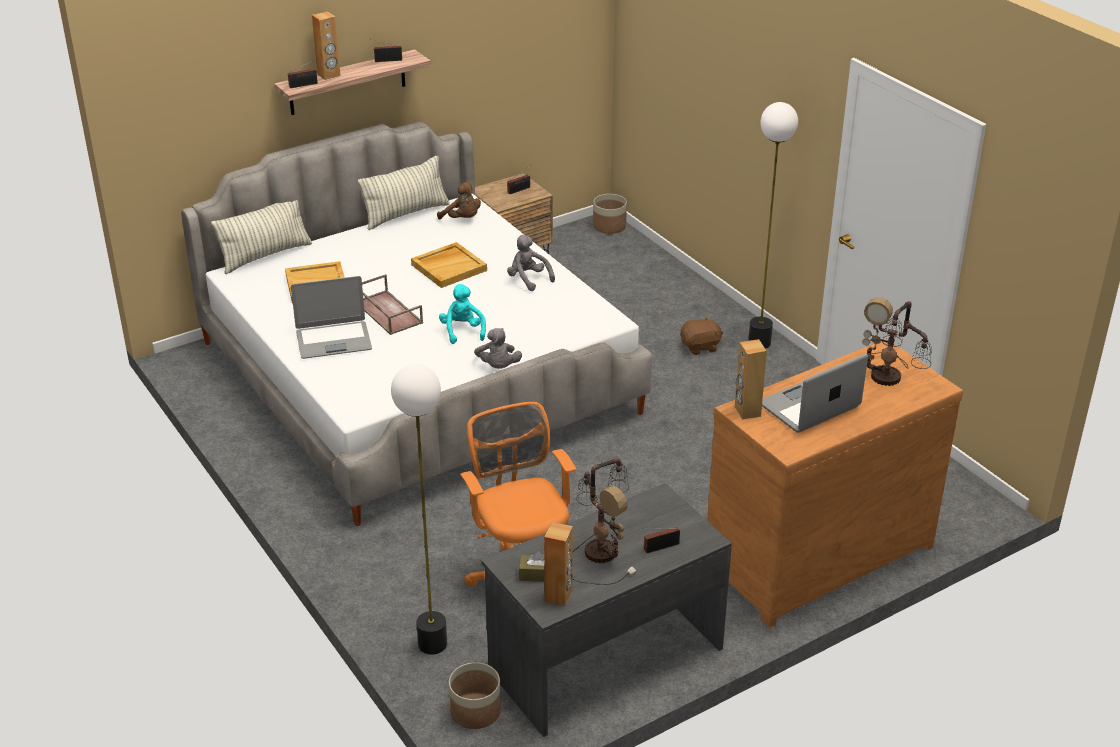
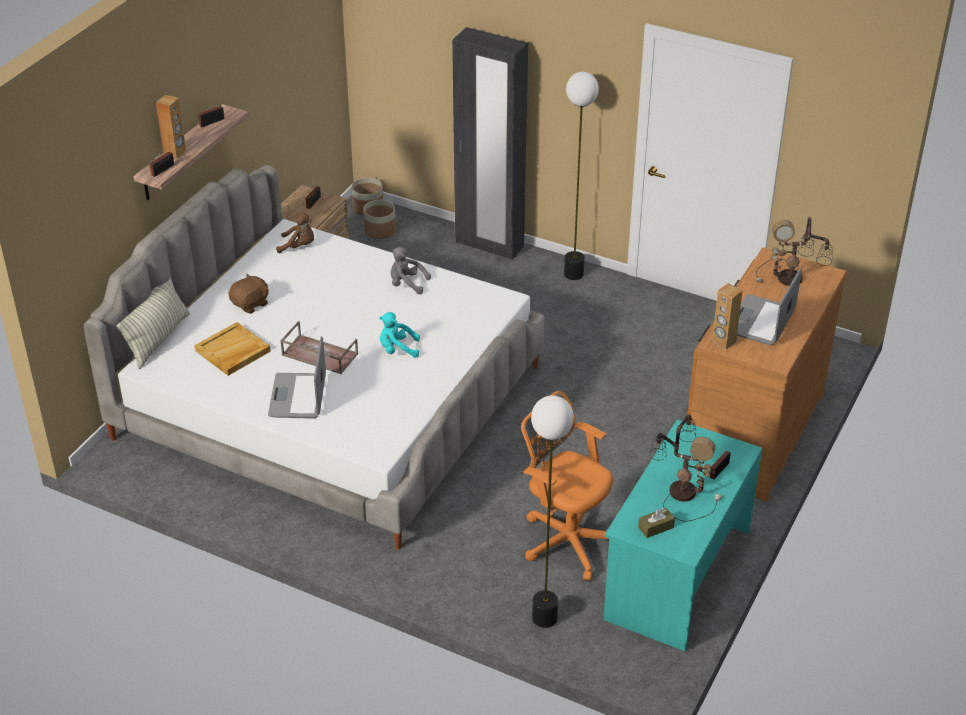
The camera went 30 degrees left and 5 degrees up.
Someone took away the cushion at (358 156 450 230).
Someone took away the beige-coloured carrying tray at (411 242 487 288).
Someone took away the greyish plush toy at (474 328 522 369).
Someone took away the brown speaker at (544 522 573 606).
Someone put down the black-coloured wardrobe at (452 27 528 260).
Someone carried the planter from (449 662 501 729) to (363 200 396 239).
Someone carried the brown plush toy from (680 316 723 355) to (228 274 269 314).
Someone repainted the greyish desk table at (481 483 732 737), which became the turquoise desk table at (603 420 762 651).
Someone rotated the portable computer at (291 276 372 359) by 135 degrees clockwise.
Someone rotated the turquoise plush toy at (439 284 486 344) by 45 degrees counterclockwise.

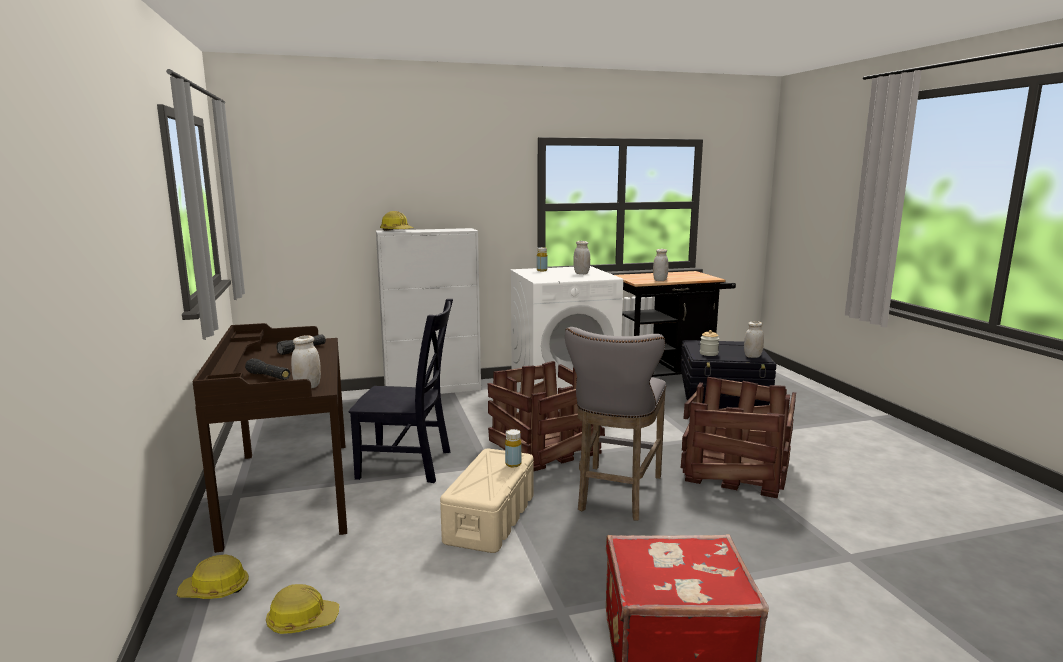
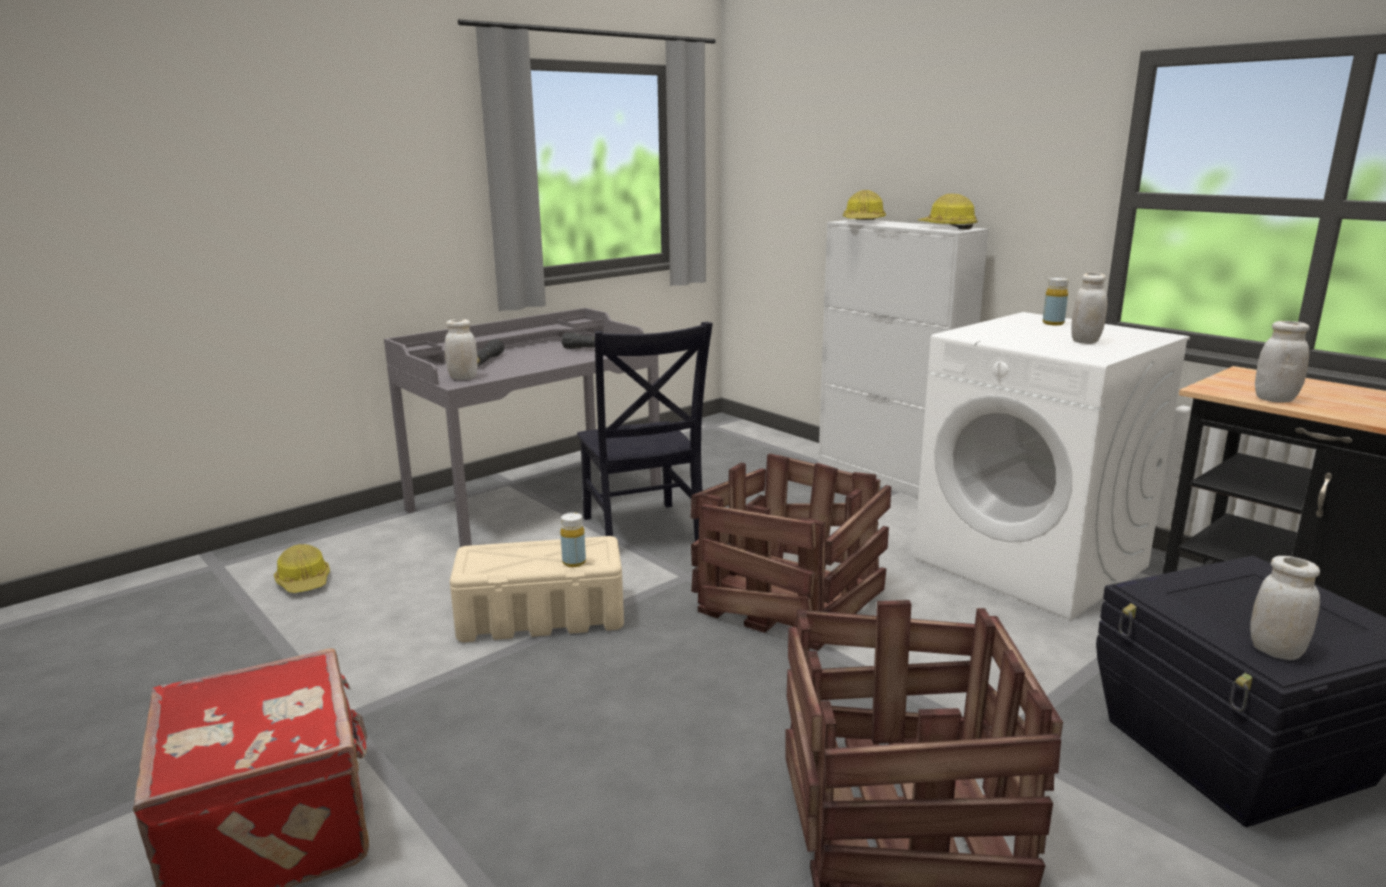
The camera went 65 degrees right and 5 degrees up.
Someone took away the greyish stool seat at (565 327 666 520).
Someone took away the storage jar at (700 330 719 356).
Someone carried the safety helmet from (177 555 249 599) to (918 194 978 230).
Someone repainted the brown desk table at (192 323 347 553), which became the greyish desk table at (384 308 661 547).

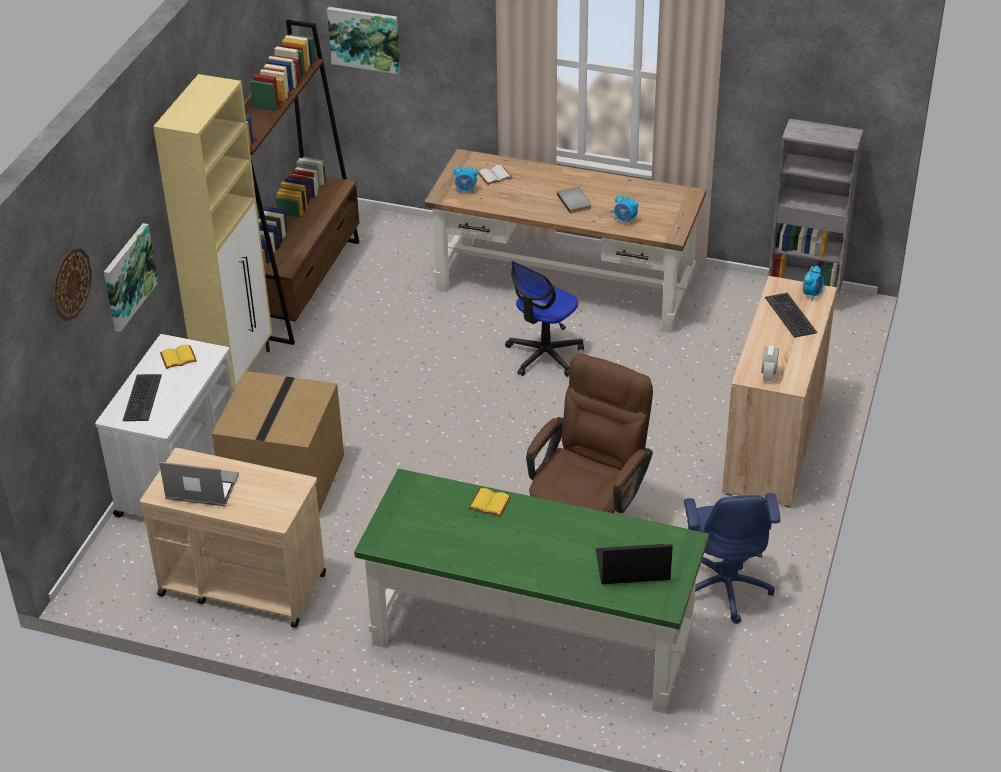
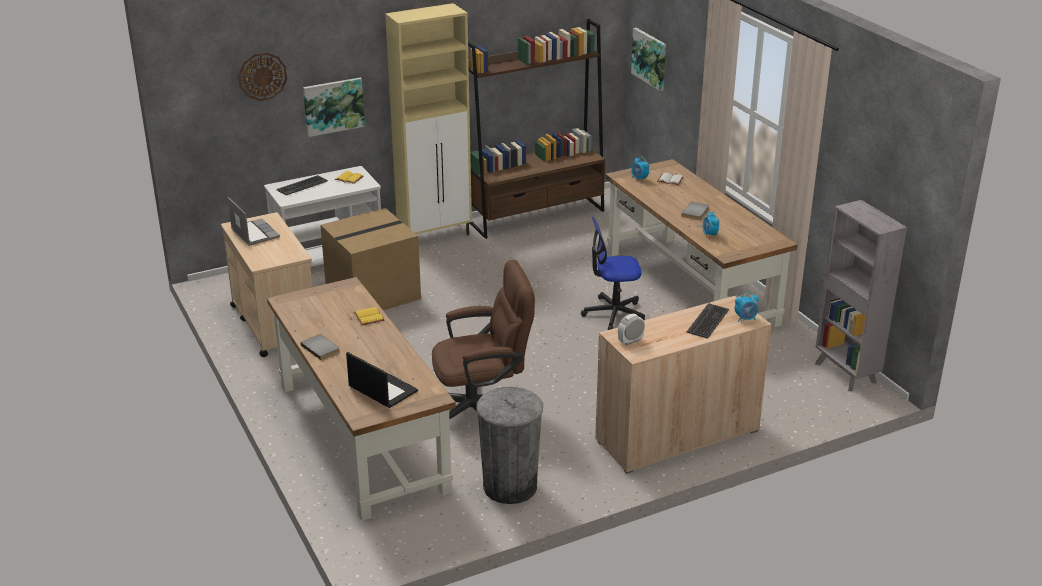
The camera went 45 degrees right and 10 degrees down.
Someone put down the greyish book at (301 334 340 360).
Someone swapped the blue desk chair at (684 493 781 624) for the greyish trash can at (476 386 543 504).
Someone repainted the green-coloured desk table at (354 469 709 713), which became the brown desk table at (267 277 456 521).

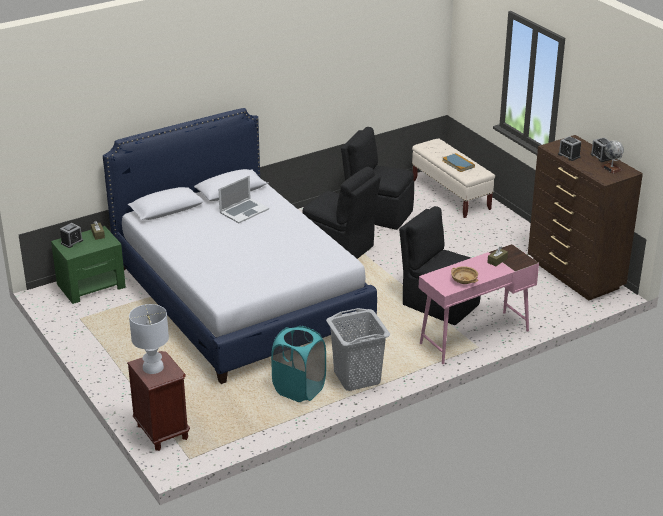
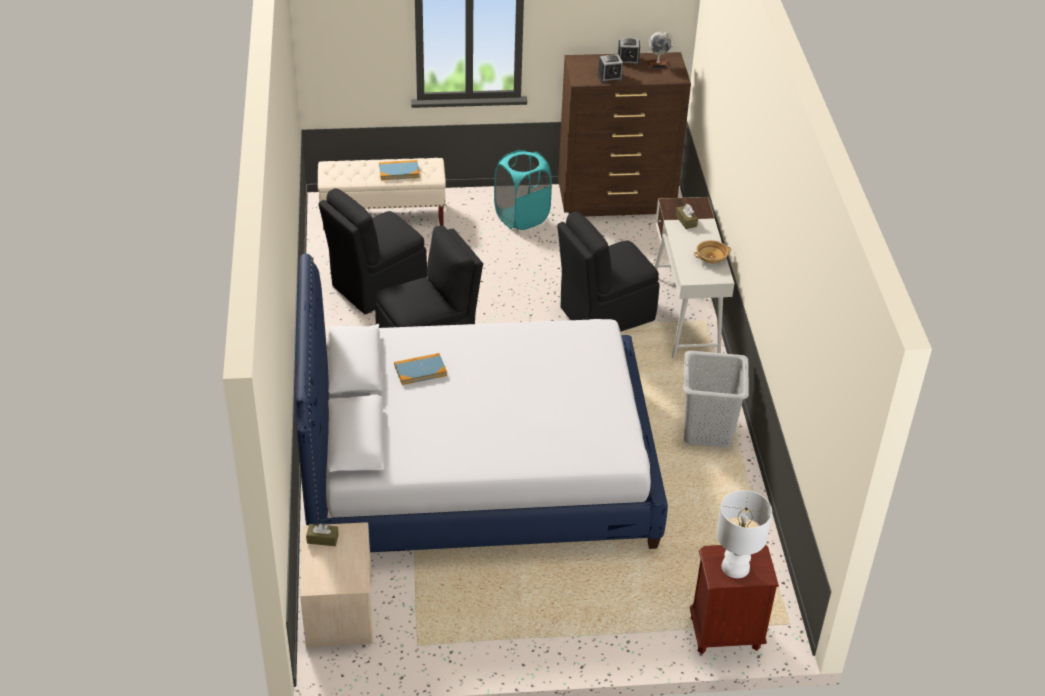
The camera went 65 degrees left and 10 degrees up.
Someone took away the alarm clock at (60 223 83 248).
Someone carried the turquoise hamper from (271 326 326 402) to (494 150 552 230).
Someone swapped the portable computer at (219 175 269 223) for the book at (394 353 447 385).
Someone repainted the green-coloured nightstand at (51 226 126 304), which became the beige-coloured nightstand at (300 522 373 648).
Someone repainted the pinkish desk table at (419 244 539 364), which became the white desk table at (654 197 734 359).

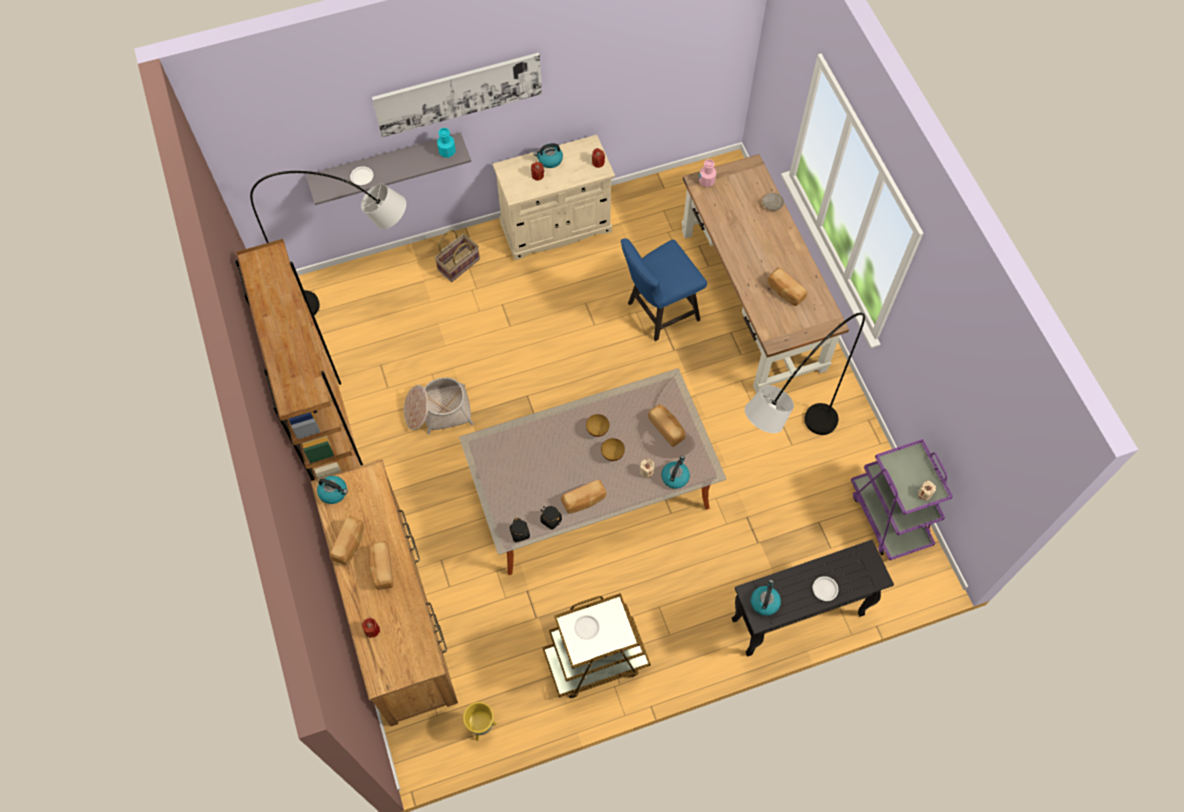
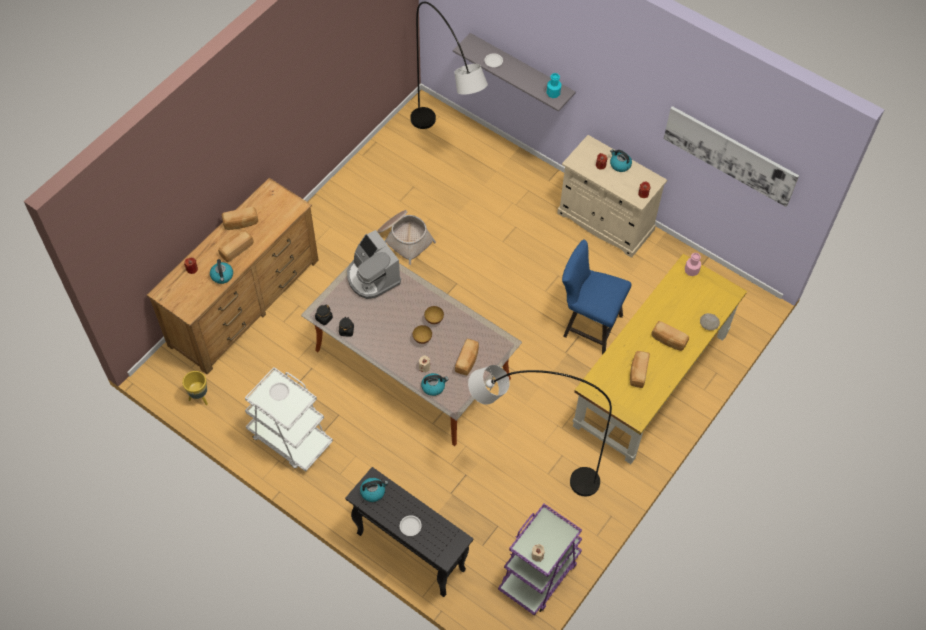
The camera went 55 degrees right and 5 degrees down.
Someone took away the brown bookcase at (235 239 363 481).
Someone took away the household basket at (434 230 480 282).
Someone put down the coffee machine at (347 230 401 299).
Someone carried the water kettle from (317 476 348 504) to (210 259 233 284).
Someone carried the wall picture from (372 52 542 138) to (664 106 799 207).
Someone carried the baked bread from (561 480 607 514) to (651 321 689 351).
Someone repainted the brown cart at (543 593 651 698), which became the white cart at (245 367 333 472).
Someone repainted the brown desk table at (682 154 849 394), which became the yellow desk table at (573 254 747 464).

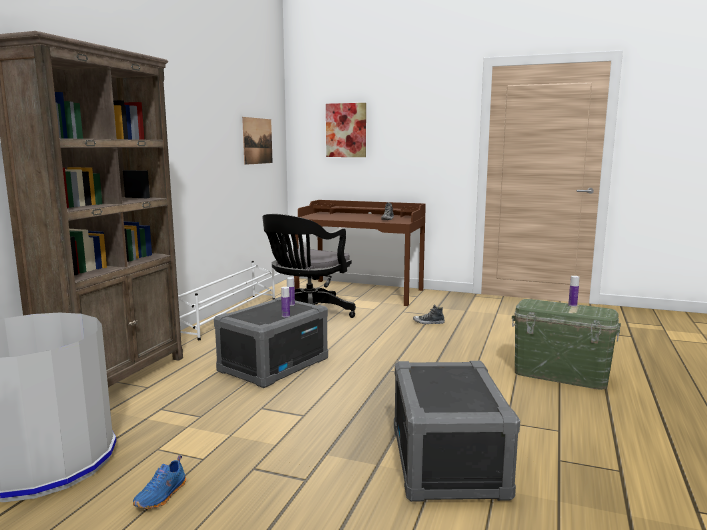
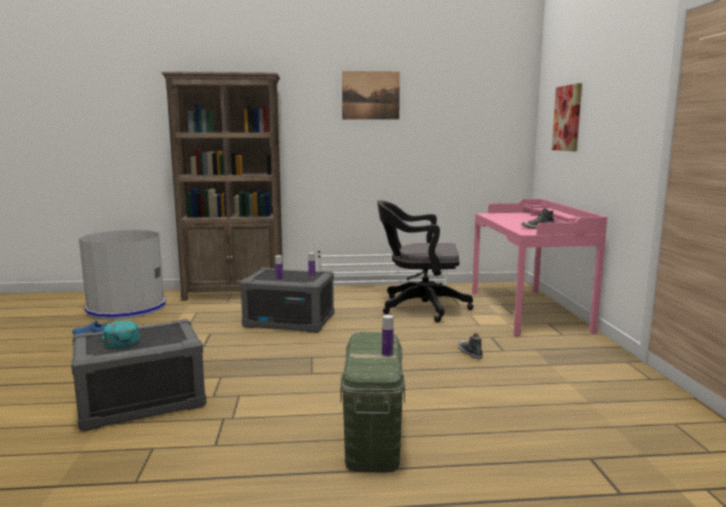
The camera went 65 degrees right and 0 degrees up.
Someone put down the turquoise cap at (102 321 140 348).
Someone carried the wall picture from (242 117 273 165) to (342 71 400 120).
Someone repainted the brown desk table at (293 200 426 306), which became the pinkish desk table at (472 199 607 336).

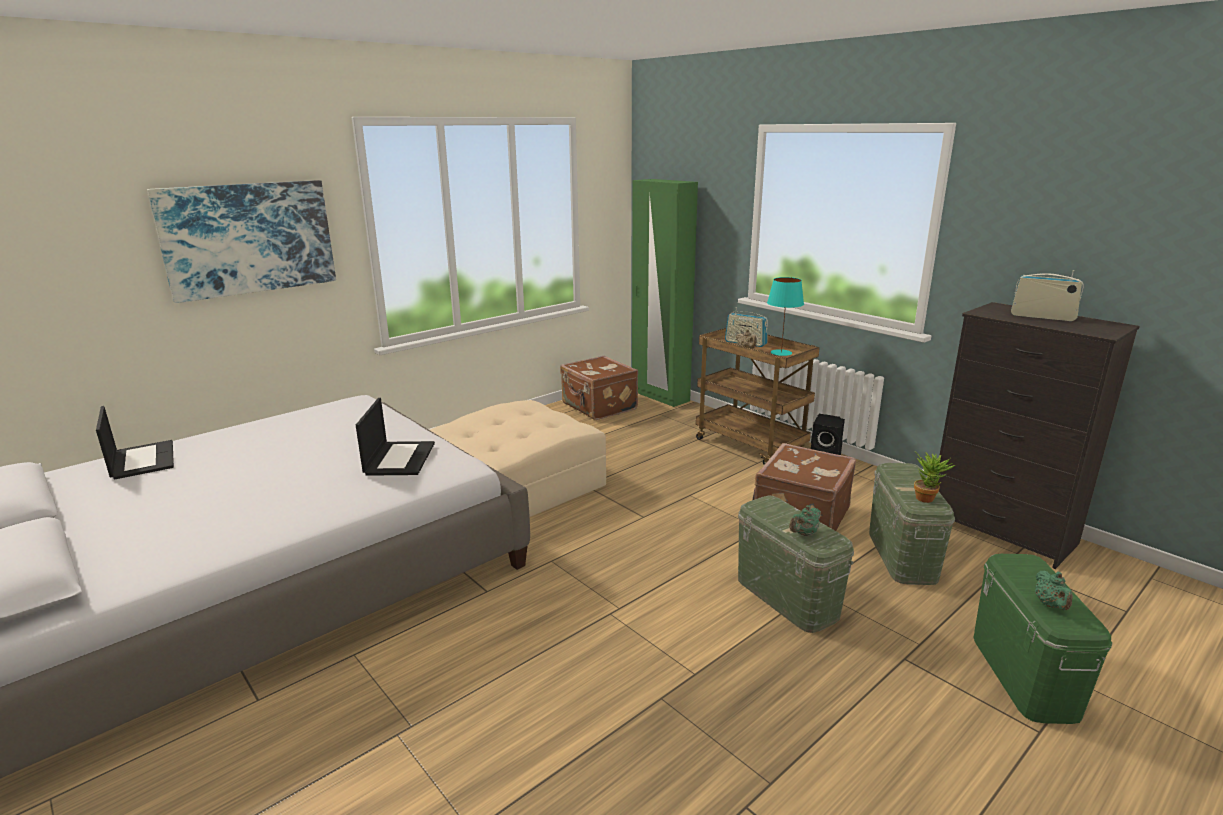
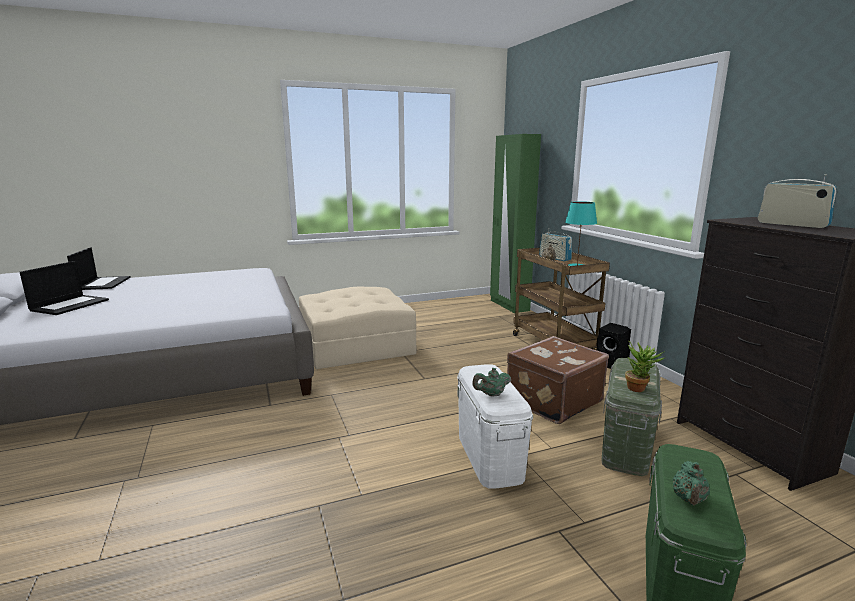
The camera went 20 degrees right and 5 degrees down.
Someone took away the wall picture at (147 180 336 303).
Someone took away the brown travel case at (560 356 638 420).
Someone carried the portable computer from (356 398 435 476) to (20 261 109 315).
Someone repainted the green-coloured storage container at (738 496 854 633), which became the white storage container at (457 364 533 488).

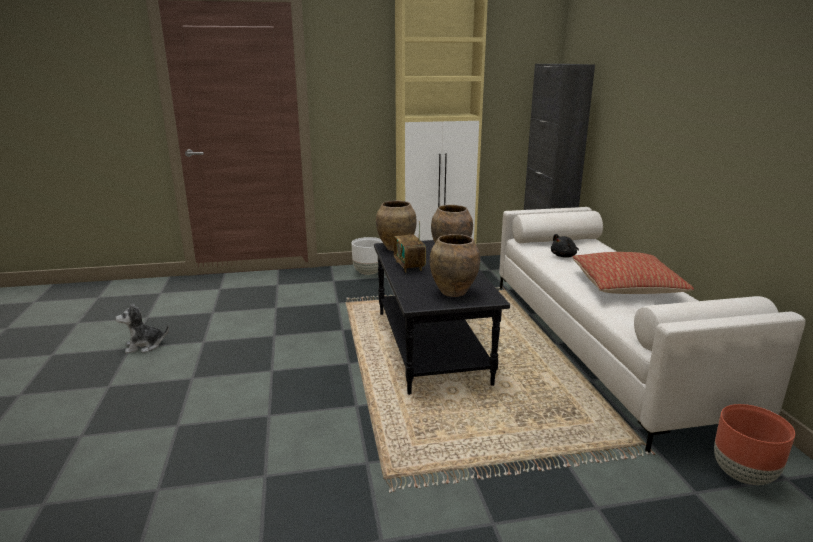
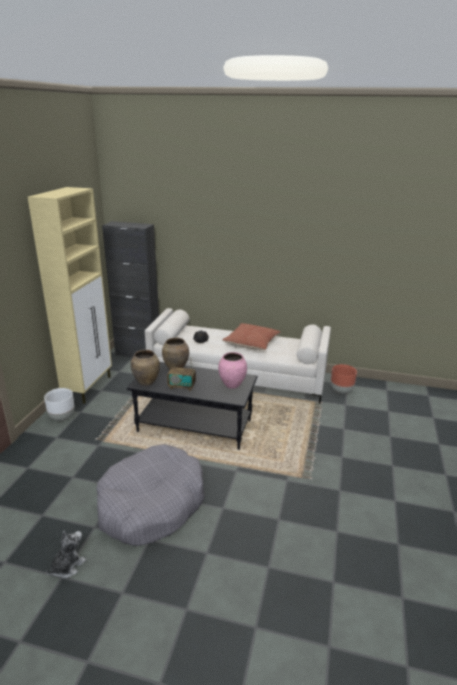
The camera went 65 degrees left and 5 degrees up.
Someone put down the greyish pet bed at (96 444 205 546).
Someone repainted the brown vase at (430 234 480 297), which became the pinkish vase at (218 352 247 389).
Someone rotated the plush toy at (115 303 169 353) by 150 degrees counterclockwise.

